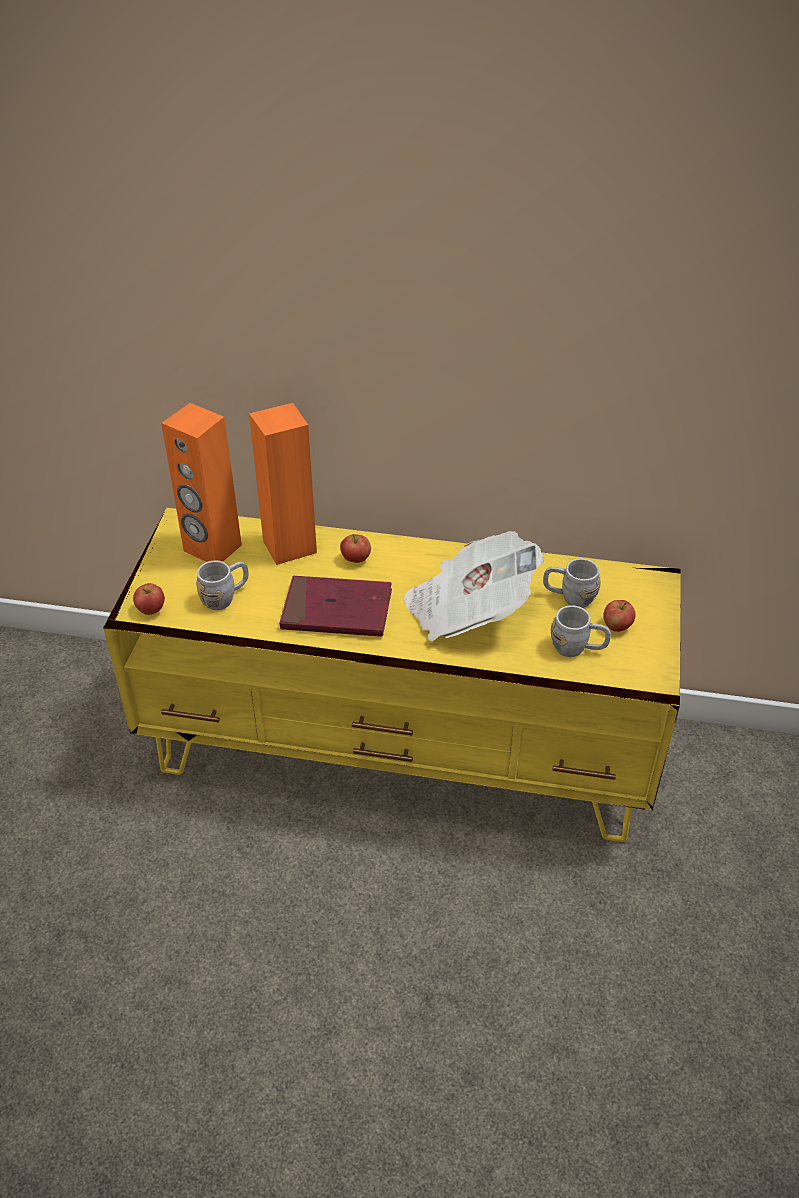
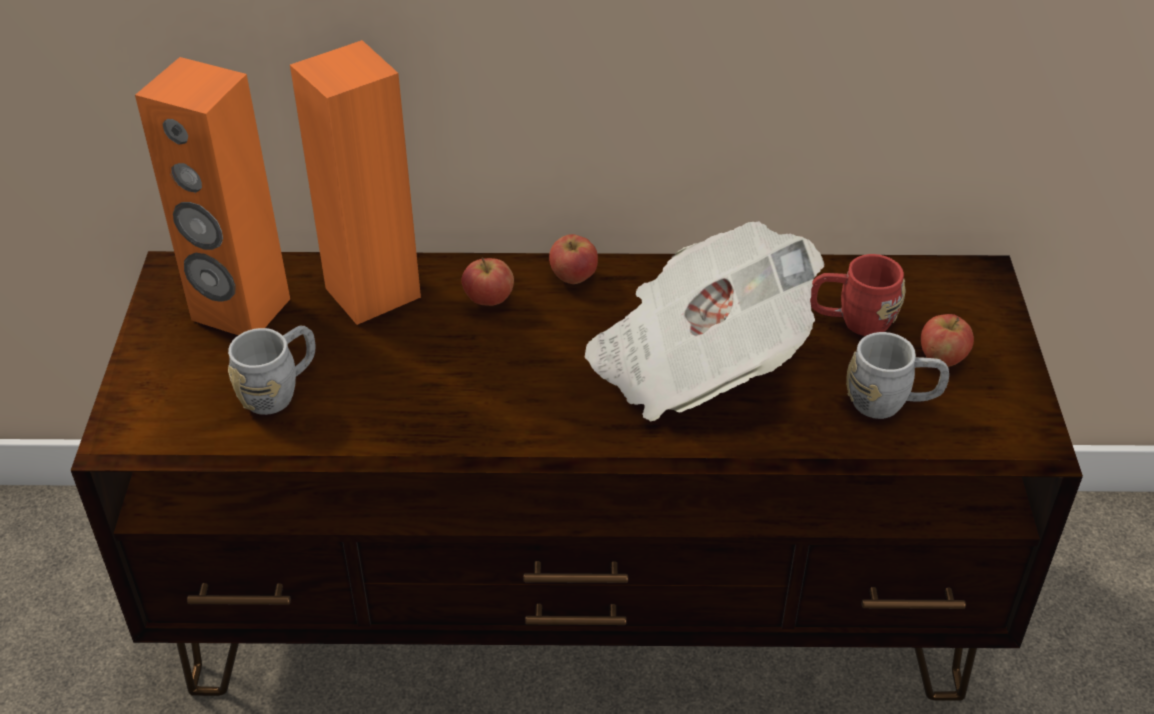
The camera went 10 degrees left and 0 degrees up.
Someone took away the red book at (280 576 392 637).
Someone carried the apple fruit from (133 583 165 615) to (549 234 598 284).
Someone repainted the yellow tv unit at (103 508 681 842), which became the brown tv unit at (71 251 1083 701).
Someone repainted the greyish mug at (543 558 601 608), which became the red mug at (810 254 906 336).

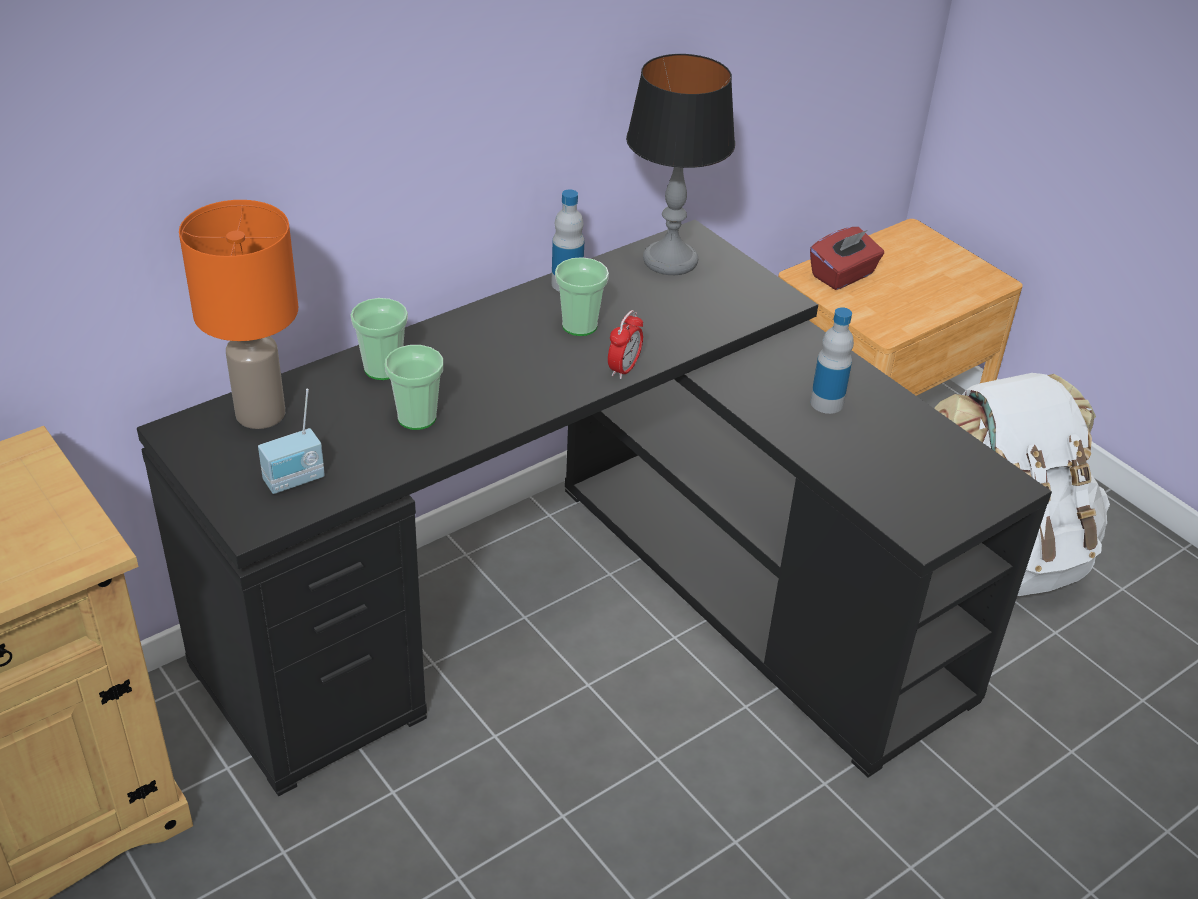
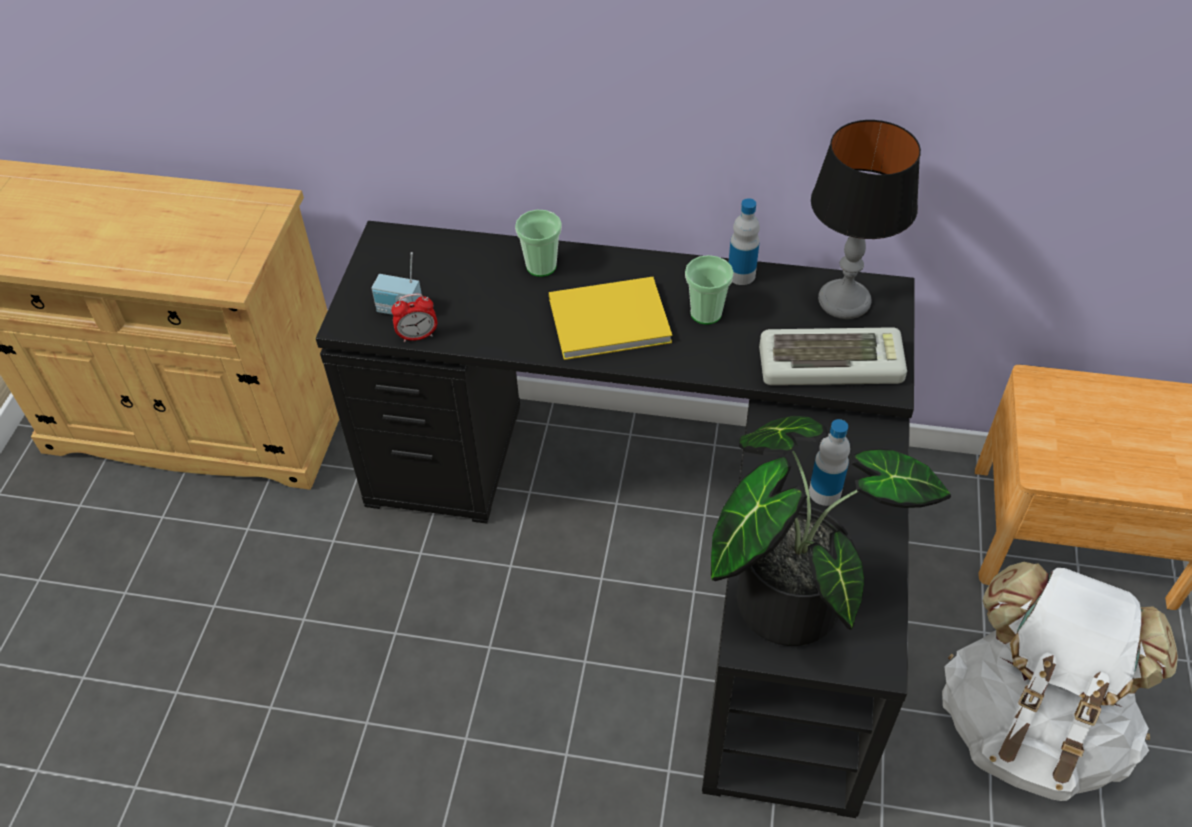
The camera went 50 degrees right and 10 degrees up.
Someone took away the orange-coloured tabletop lamp at (179 200 298 429).
Someone took away the drinking cup at (385 345 443 430).
Someone took away the red box of tissues at (810 227 884 290).
Someone put down the yellow book at (549 277 672 360).
Someone put down the houseplant at (711 416 951 646).
Someone put down the keyboard at (759 327 907 385).
Someone carried the alarm clock from (608 310 643 379) to (391 294 437 342).

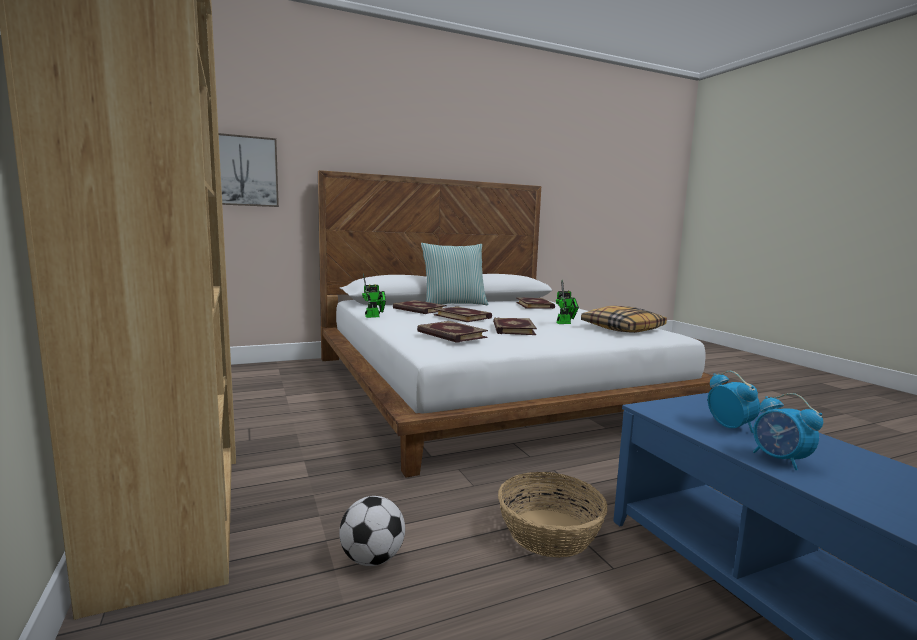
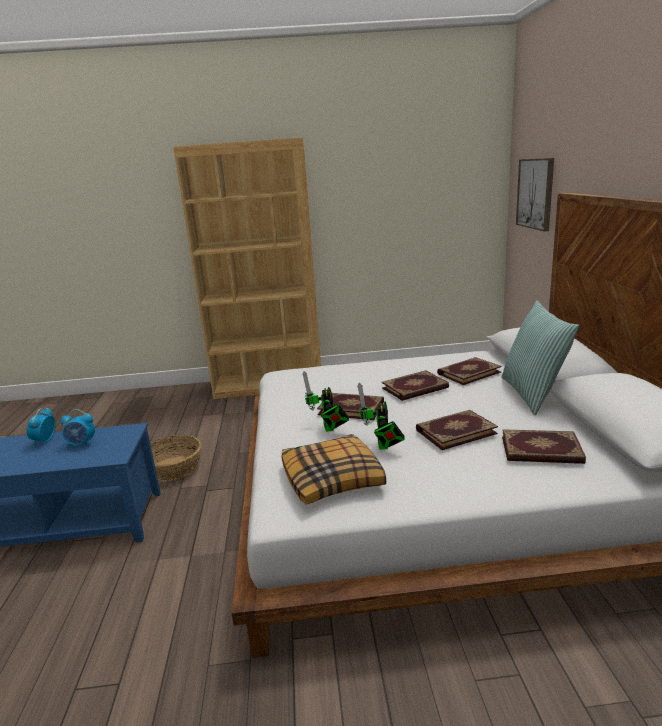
The camera went 110 degrees right and 10 degrees up.
Someone took away the football ball at (339 496 405 566).
Someone carried the toy robot from (362 273 386 318) to (302 371 349 432).
Someone carried the book from (417 321 488 343) to (416 410 498 450).
Someone rotated the alarm clock at (753 393 823 470) by 75 degrees counterclockwise.

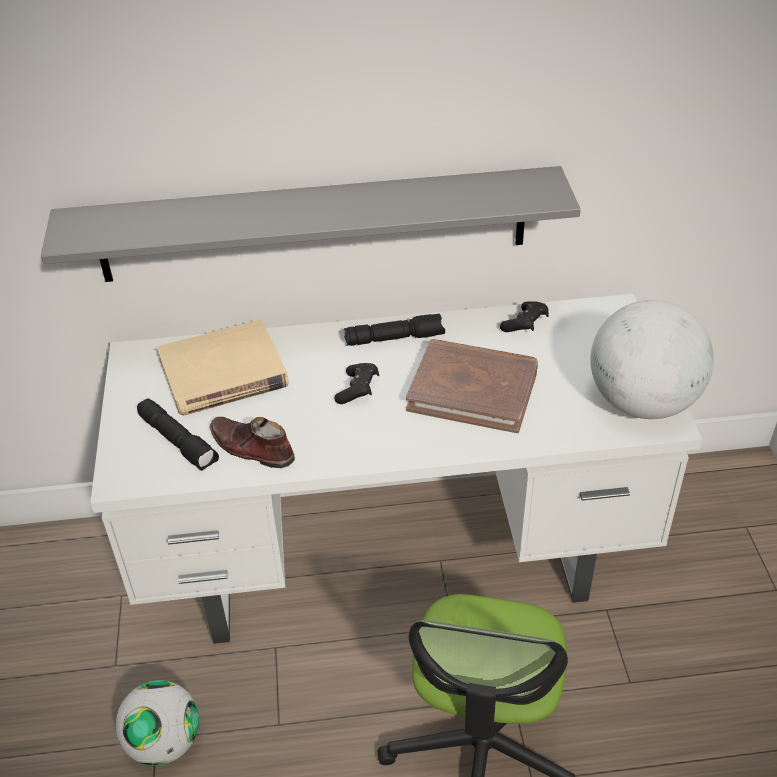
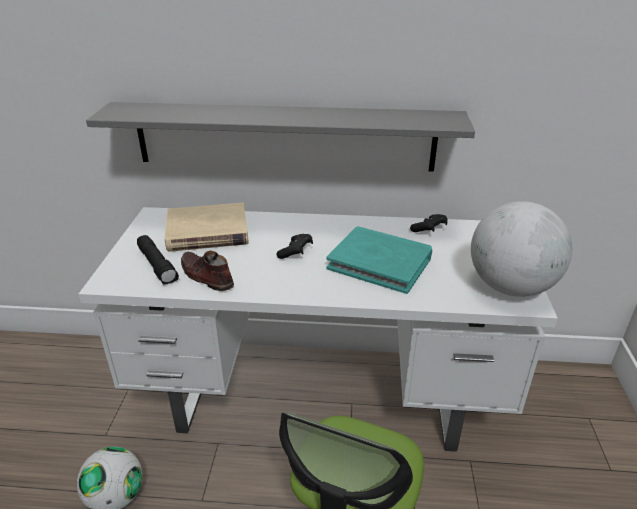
The camera went 10 degrees right and 10 degrees down.
Someone took away the black-coloured flashlight at (344 314 445 346).
Someone repainted the brown book at (406 339 538 433), which became the turquoise book at (326 226 432 294).

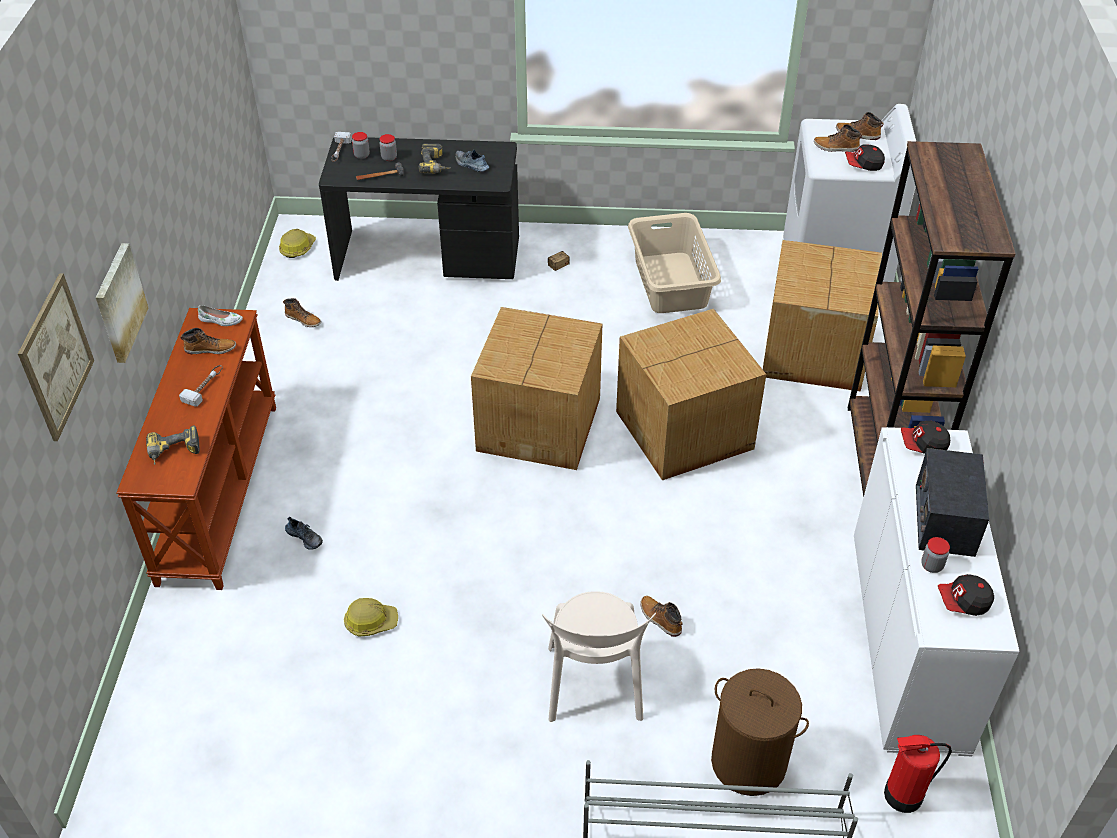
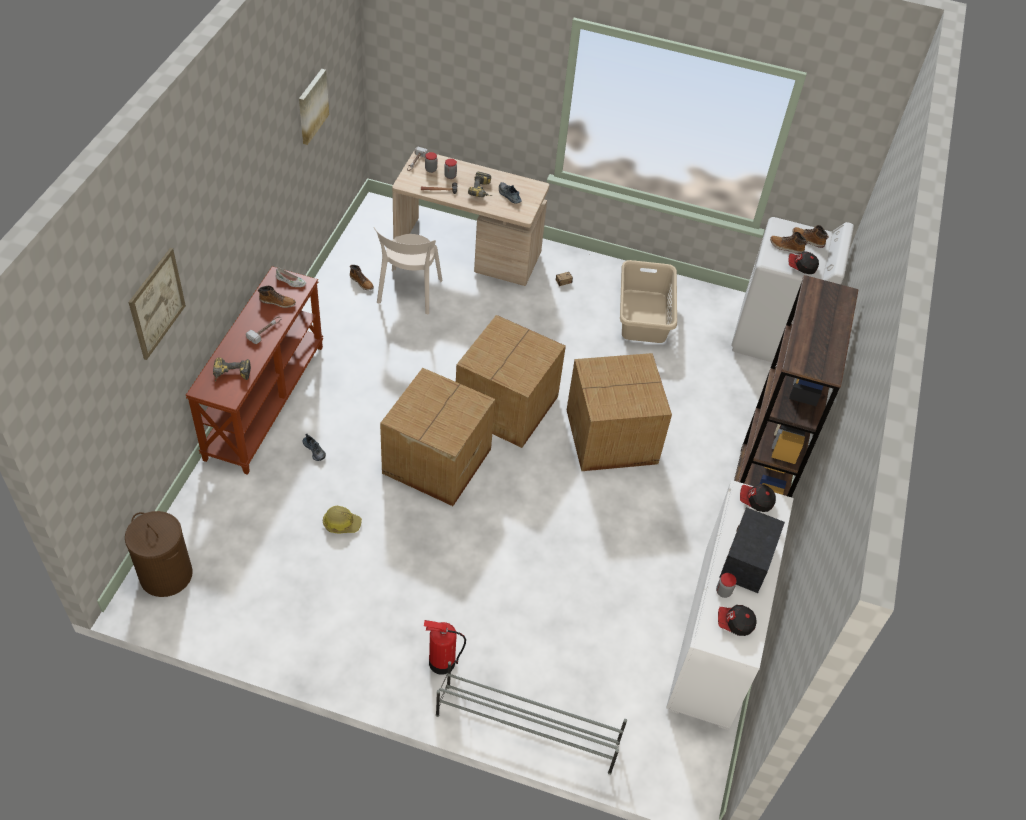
The camera went 10 degrees right and 5 degrees up.
Someone took away the safety helmet at (279 229 316 258).
Someone took away the boot at (640 596 683 637).
Someone carried the wall picture from (96 243 148 363) to (299 69 329 145).
Someone carried the beige-coloured upright chair from (542 592 656 722) to (374 227 442 315).
Someone carried the brown hamper from (711 668 809 796) to (125 511 193 597).
Someone carried the carton from (763 240 882 391) to (380 368 495 506).
Someone carried the fire extinguisher from (884 735 952 813) to (424 620 466 675).
Someone repainted the black-coloured desk table at (319 137 519 281), which became the beige-coloured desk table at (392 150 549 286).

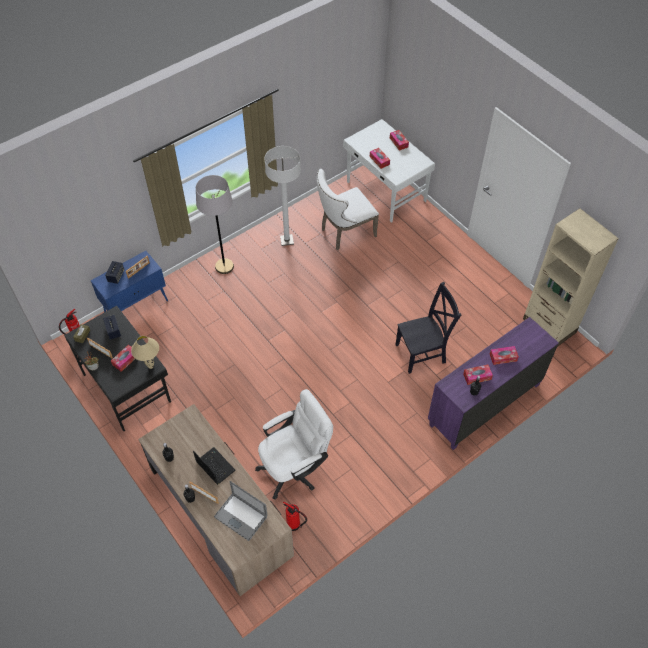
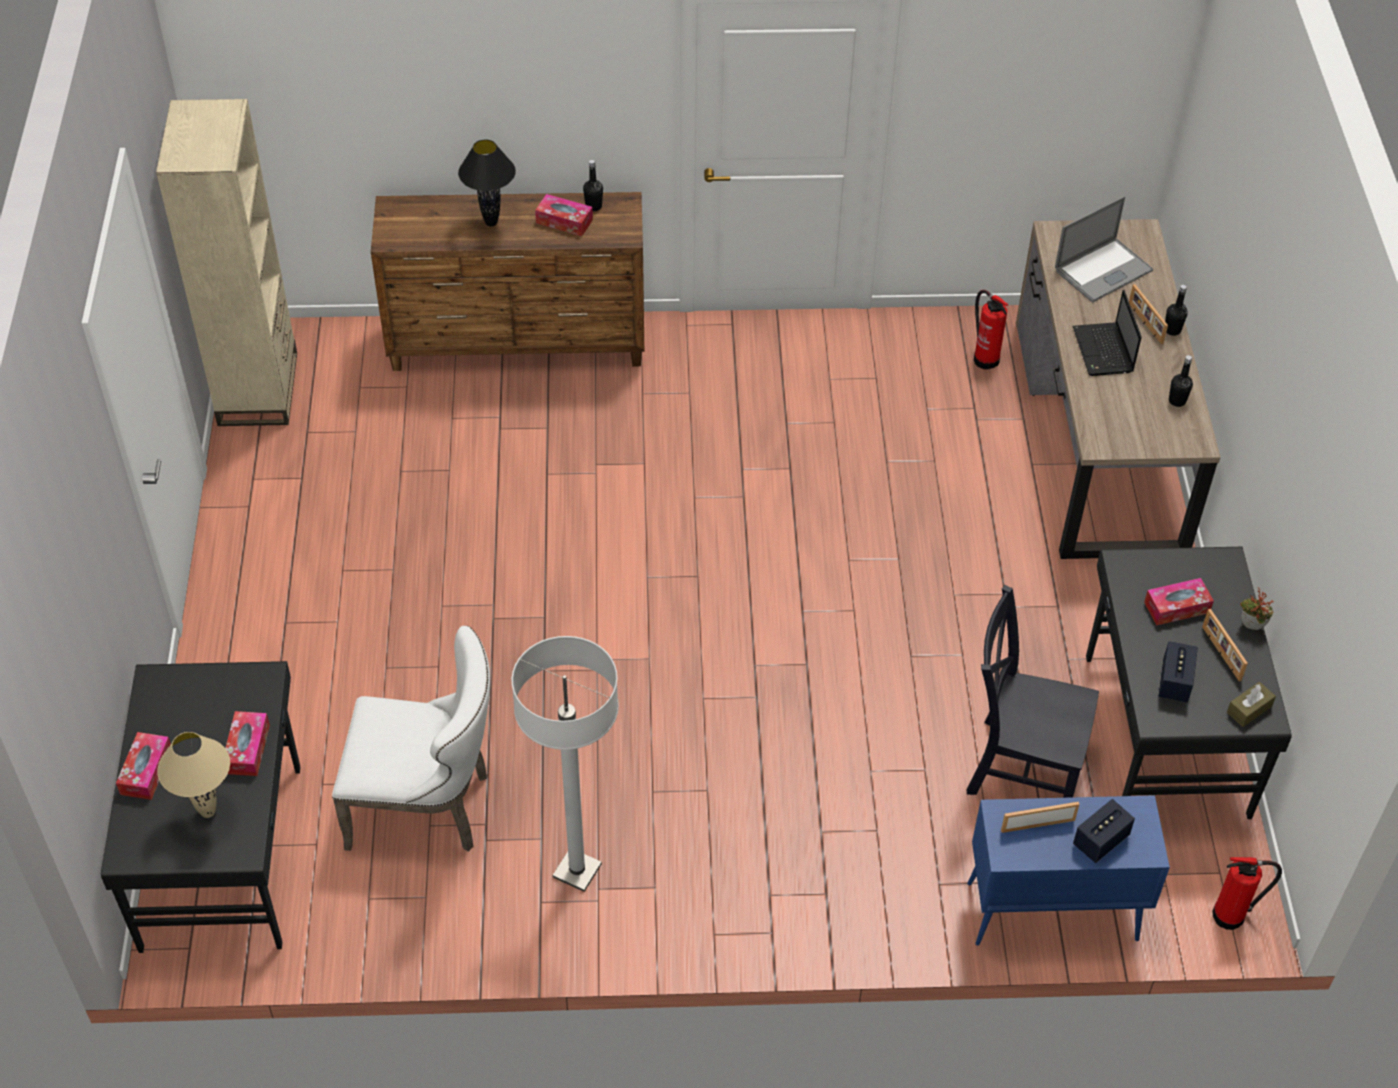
The camera went 145 degrees left and 5 degrees down.
Someone took away the greyish floor lamp at (196 175 234 274).
Someone took away the white desk chair at (255 389 333 500).
Someone carried the beige-coloured tabletop lamp from (131 336 159 369) to (157 732 230 818).
Someone carried the black-coloured upright chair from (395 282 461 374) to (967 585 1099 798).
Someone swapped the box of tissues at (490 346 519 365) for the black-coloured tabletop lamp at (458 139 516 227).
Someone repainted the white desk table at (343 119 435 223), which became the black-coloured desk table at (101 661 301 953).
Someone repainted the purple-coloured dresser at (428 317 559 450), which became the brown dresser at (371 192 644 371).
Someone rotated the portable computer at (214 481 268 541) by 75 degrees clockwise.

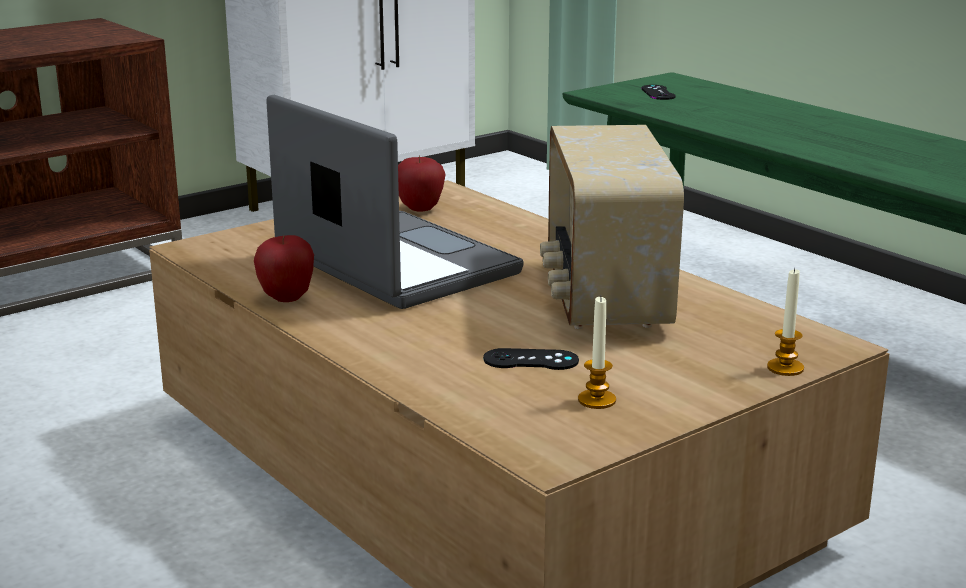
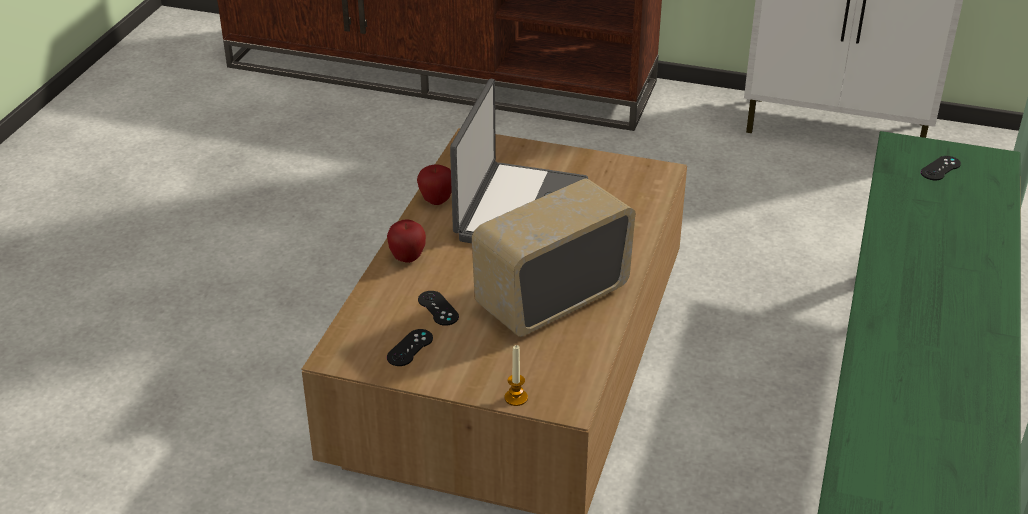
The camera went 55 degrees right and 15 degrees up.
Someone carried the apple fruit from (398 156 446 212) to (387 219 426 263).
Someone swapped the wax candle at (578 297 616 409) for the black-coloured gamepad at (387 329 433 366).

